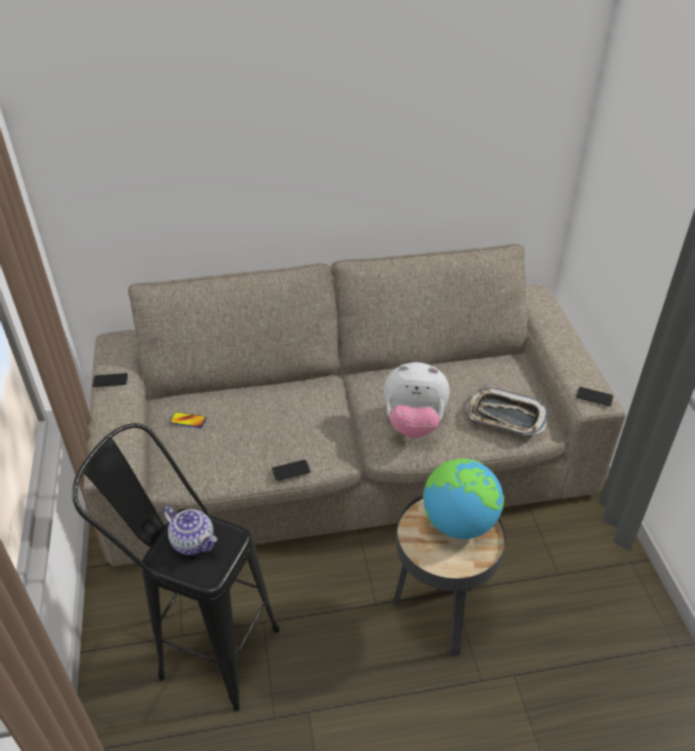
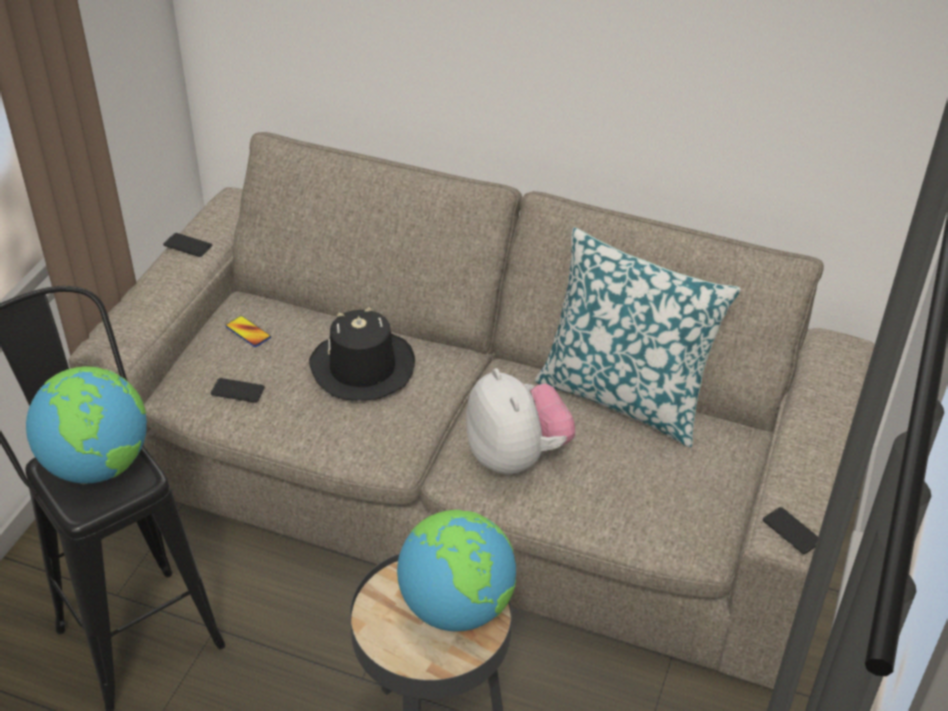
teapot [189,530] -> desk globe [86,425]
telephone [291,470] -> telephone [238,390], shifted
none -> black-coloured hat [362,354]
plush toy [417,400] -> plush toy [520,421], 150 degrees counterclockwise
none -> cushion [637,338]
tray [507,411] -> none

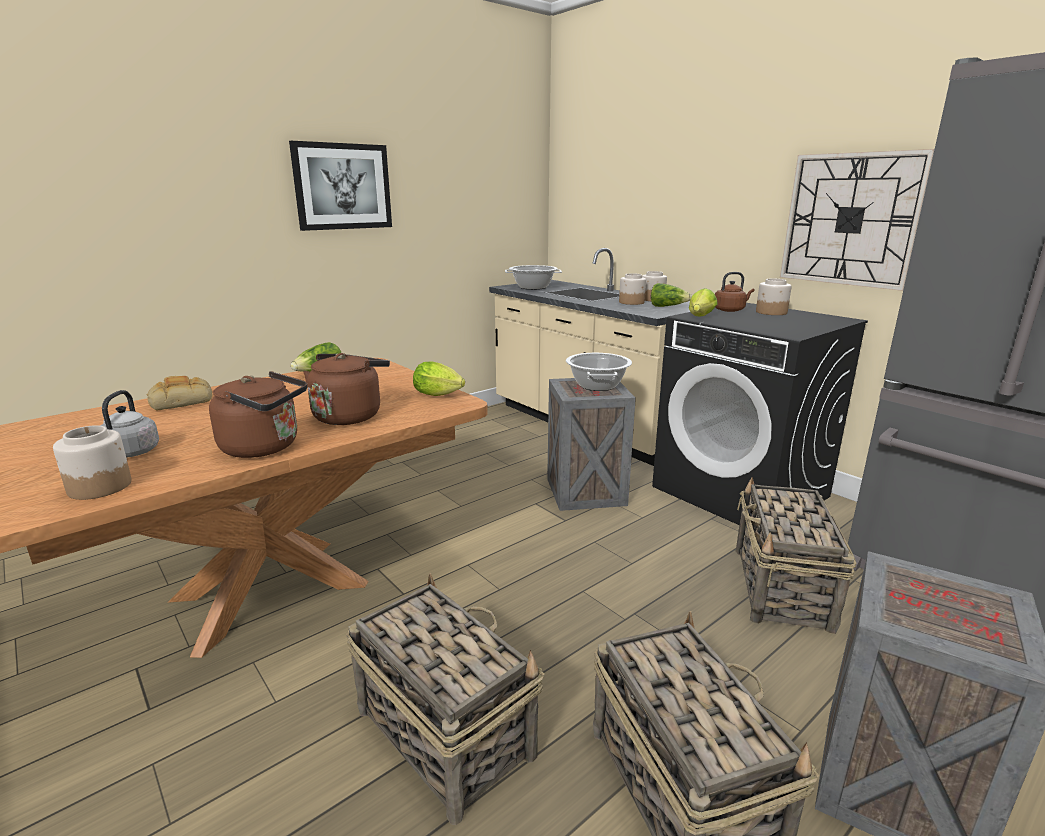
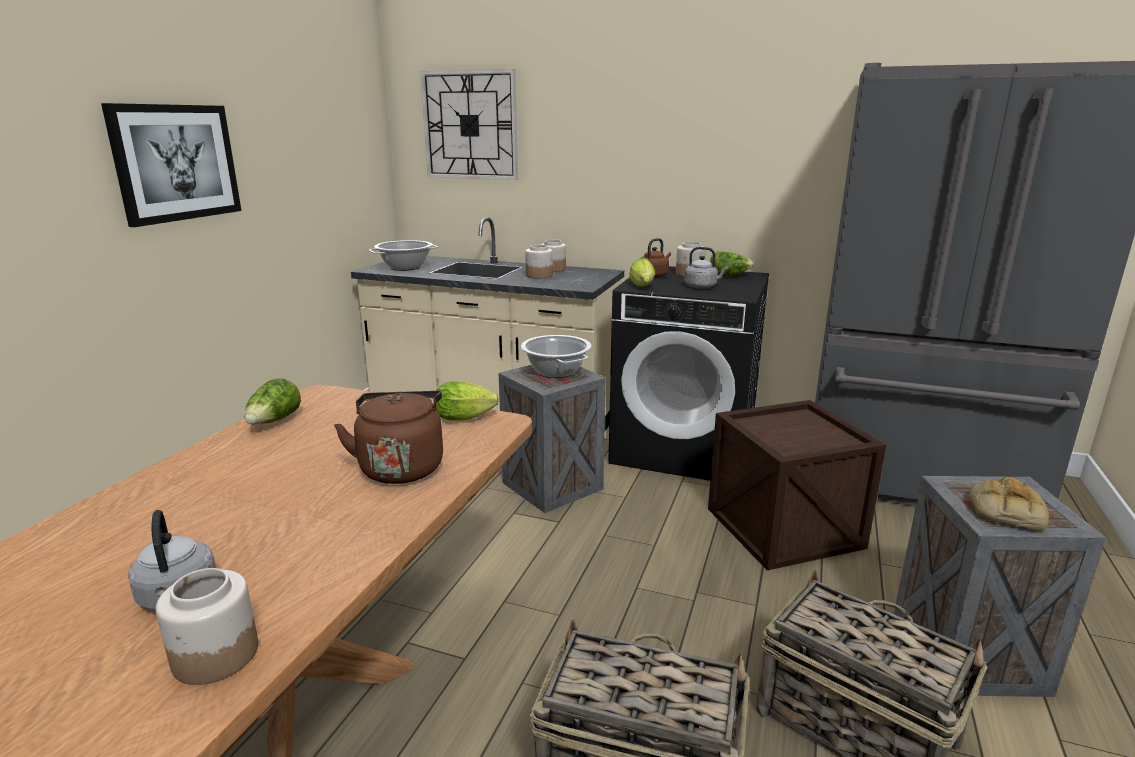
clock on the wall [857,220] -> clock on the wall [469,124], shifted
none -> greyish water kettle [706,268]
storage basket [796,555] -> packing crate [797,485]
lettuce head [671,295] -> lettuce head [732,264], shifted
bakery bread [179,393] -> bakery bread [1009,504], shifted
brown-coloured water kettle [258,414] -> none

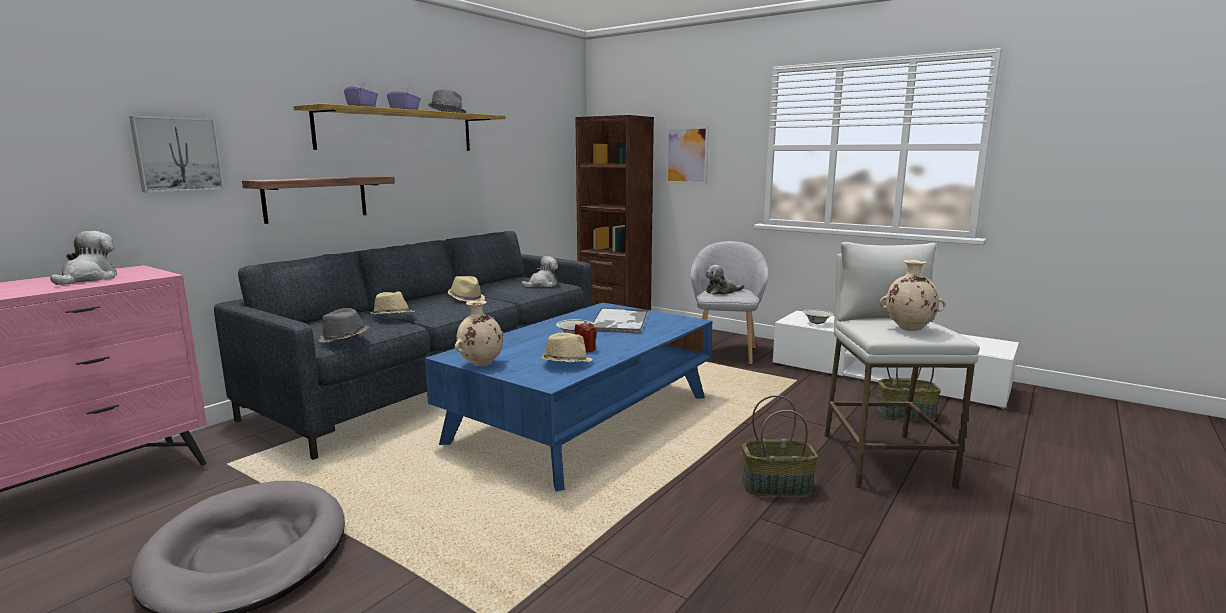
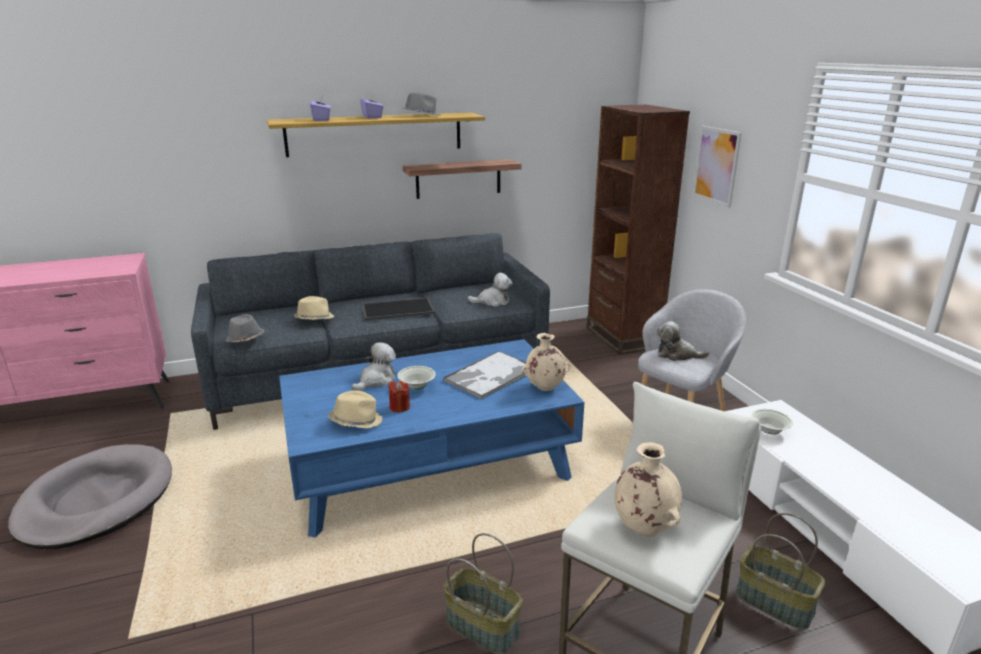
plush toy [84,258] -> plush toy [374,366], shifted
sand-coloured hat [466,289] -> tray [398,308]
shelf [318,200] -> shelf [462,179], shifted
sand-coloured vase [479,333] -> sand-coloured vase [545,362], shifted
wall picture [176,154] -> none

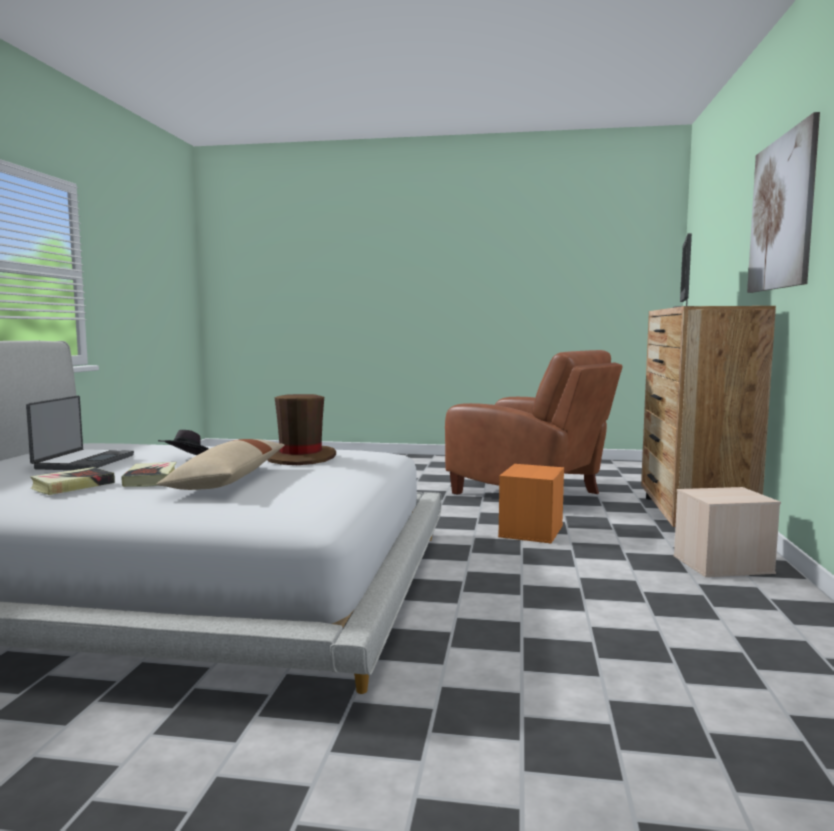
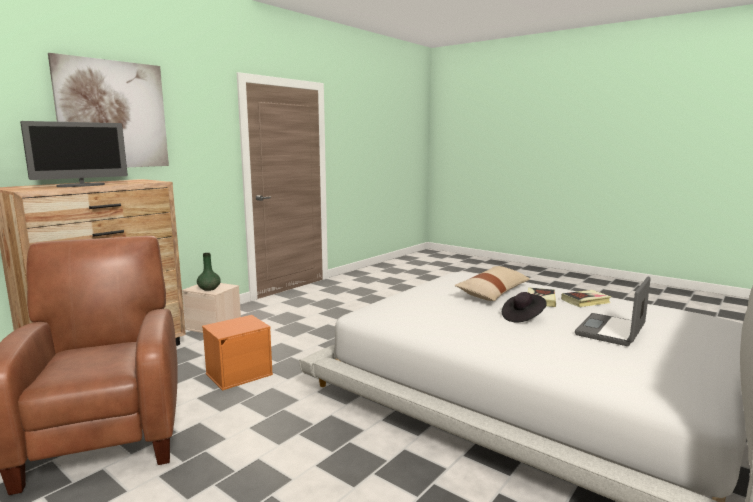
none -> green-coloured vase [209,272]
brown-coloured hat [301,429] -> none

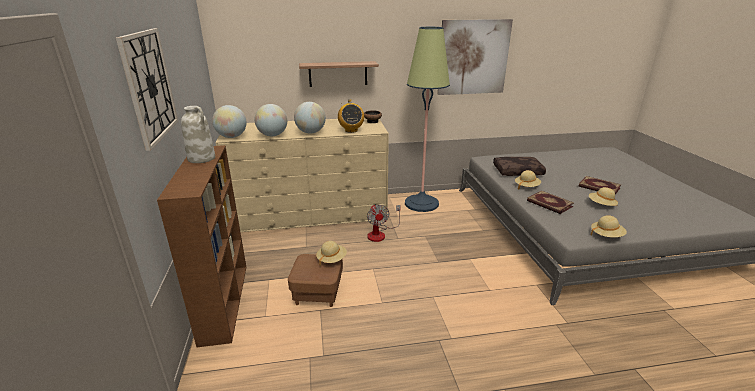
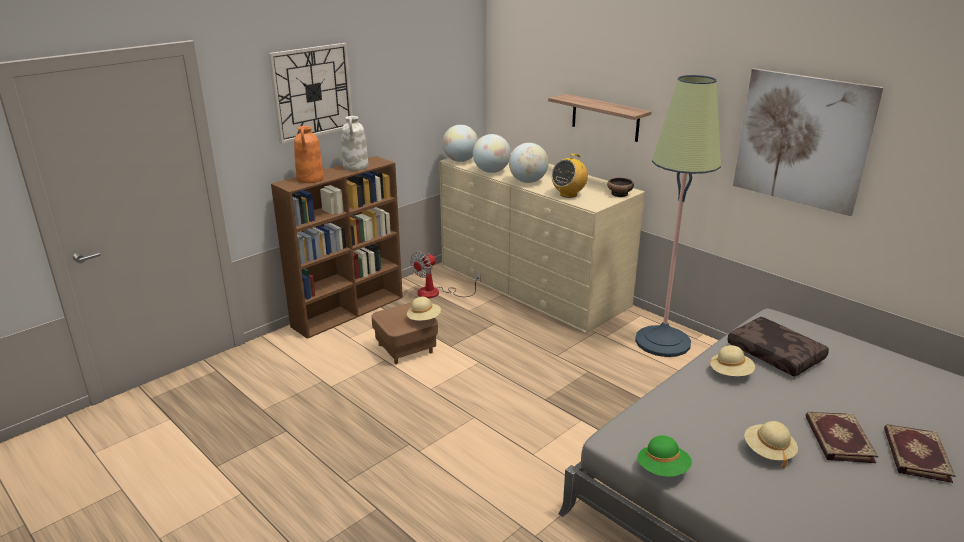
none -> orange vase [309,154]
fan [383,223] -> fan [445,275], shifted
sand-coloured hat [609,226] -> green-coloured hat [664,456]
volume [550,202] -> volume [919,453], shifted

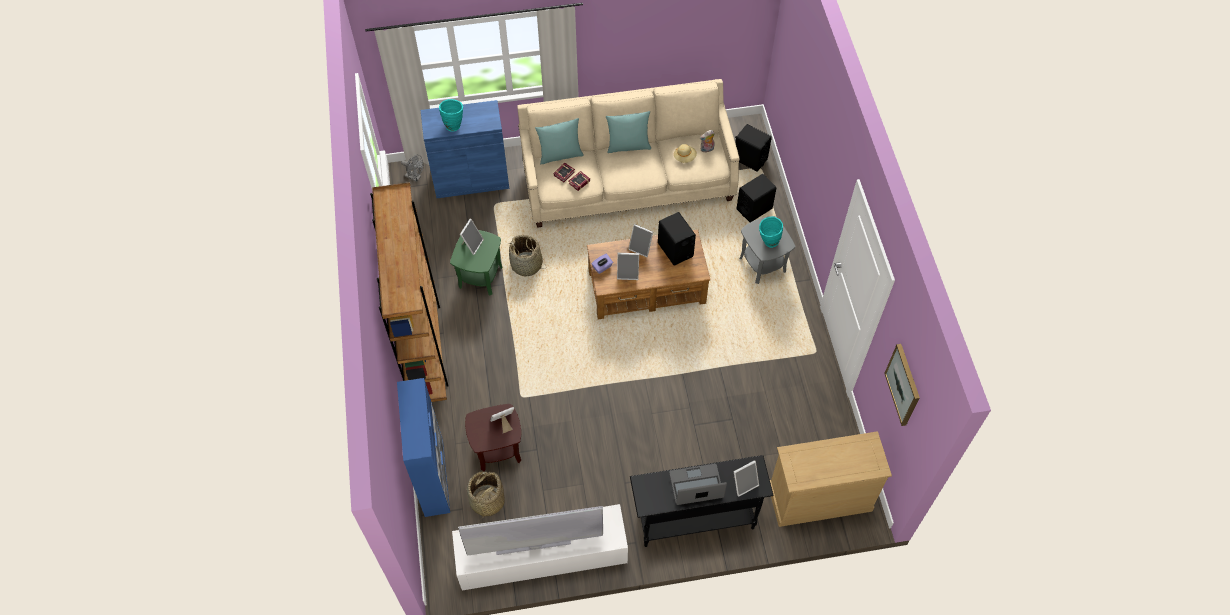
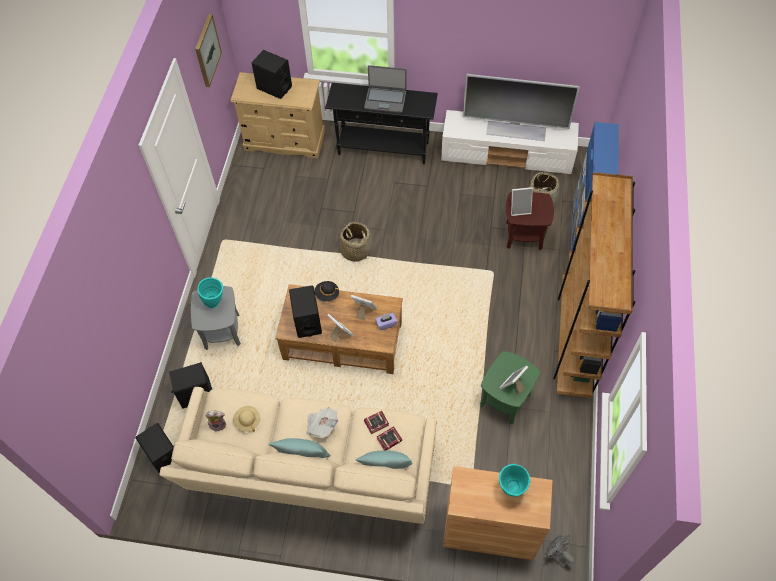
none -> black-coloured audio speaker [272,74]
none -> daily paper [322,422]
none -> black-coloured hat [327,291]
storage basket [527,255] -> storage basket [355,242], shifted
bluish cabinet [465,149] -> brown-coloured cabinet [498,513]
picture frame [746,478] -> none

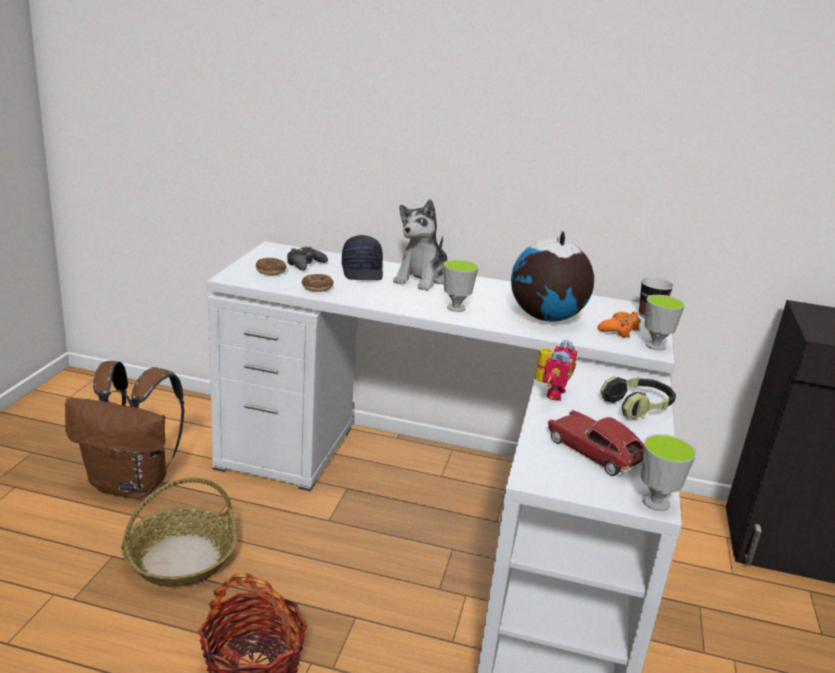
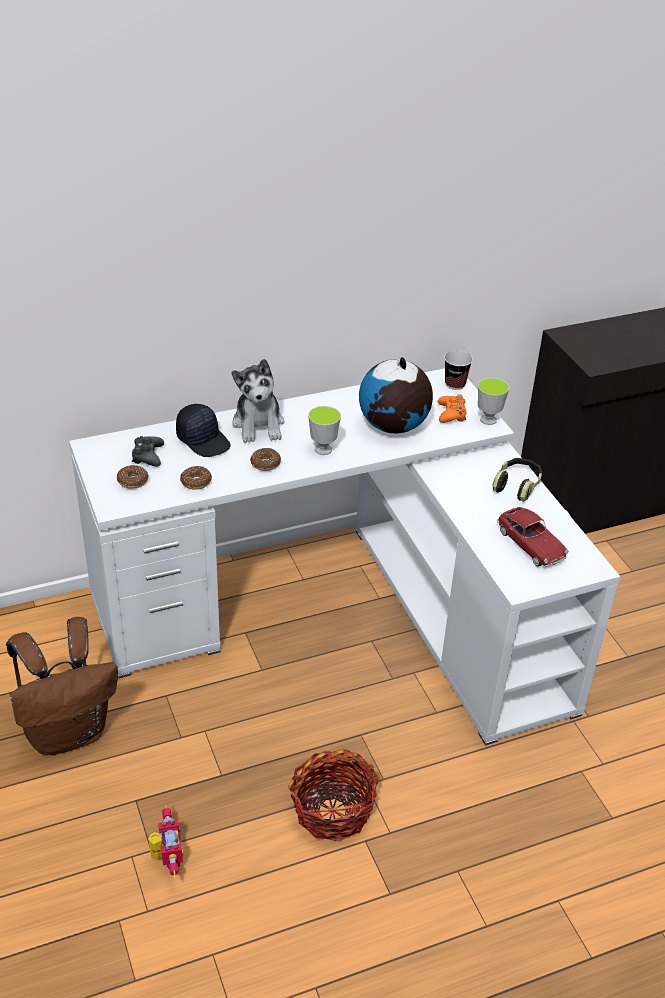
toy robot [556,370] -> toy robot [165,842], shifted
none -> donut [265,459]
model car [595,443] -> model car [533,537], 135 degrees counterclockwise
storage basket [179,532] -> none
cup [668,472] -> none

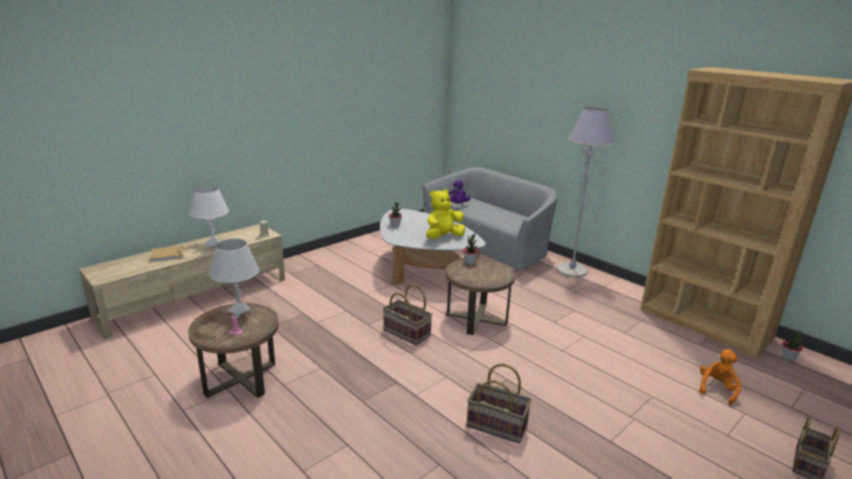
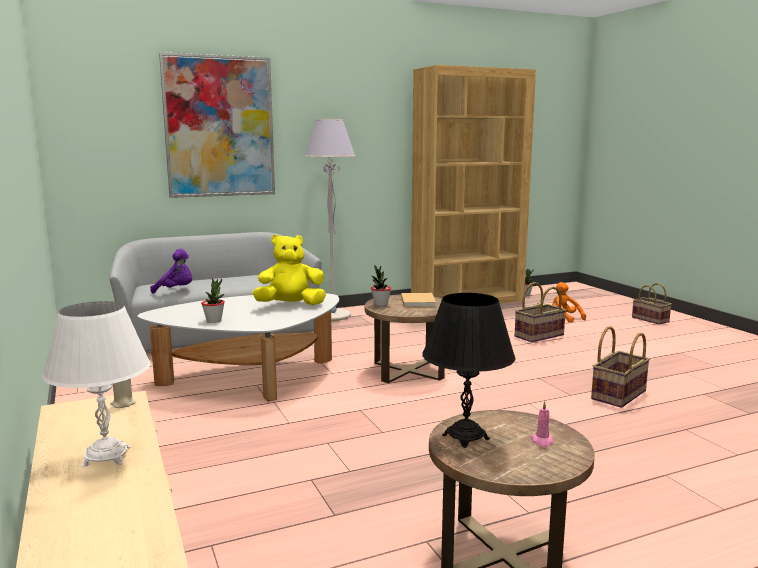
none -> wall picture [217,125]
yellowish plush toy [445,214] -> yellowish plush toy [289,269], 90 degrees clockwise
sand-coloured volume [167,254] -> sand-coloured volume [418,300], shifted
white-coloured table lamp [234,278] -> black-coloured table lamp [469,370]
storage basket [407,315] -> storage basket [540,312], shifted

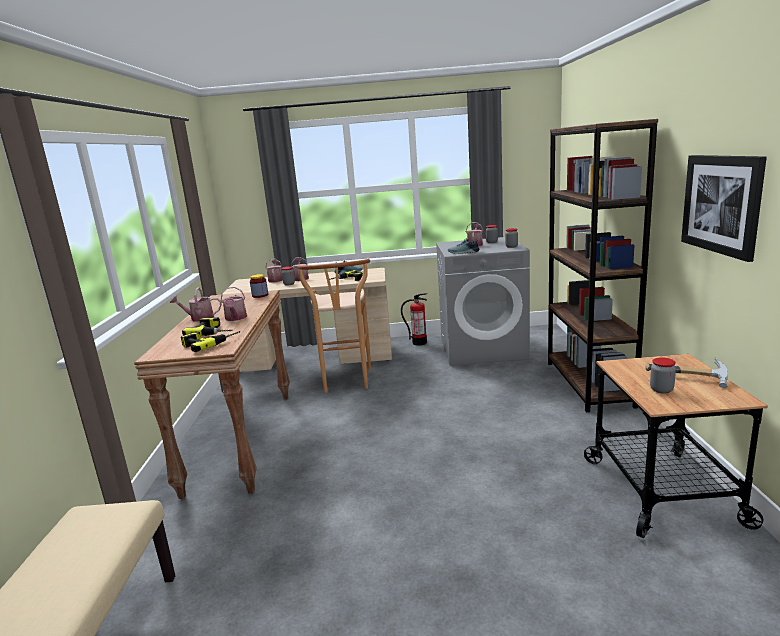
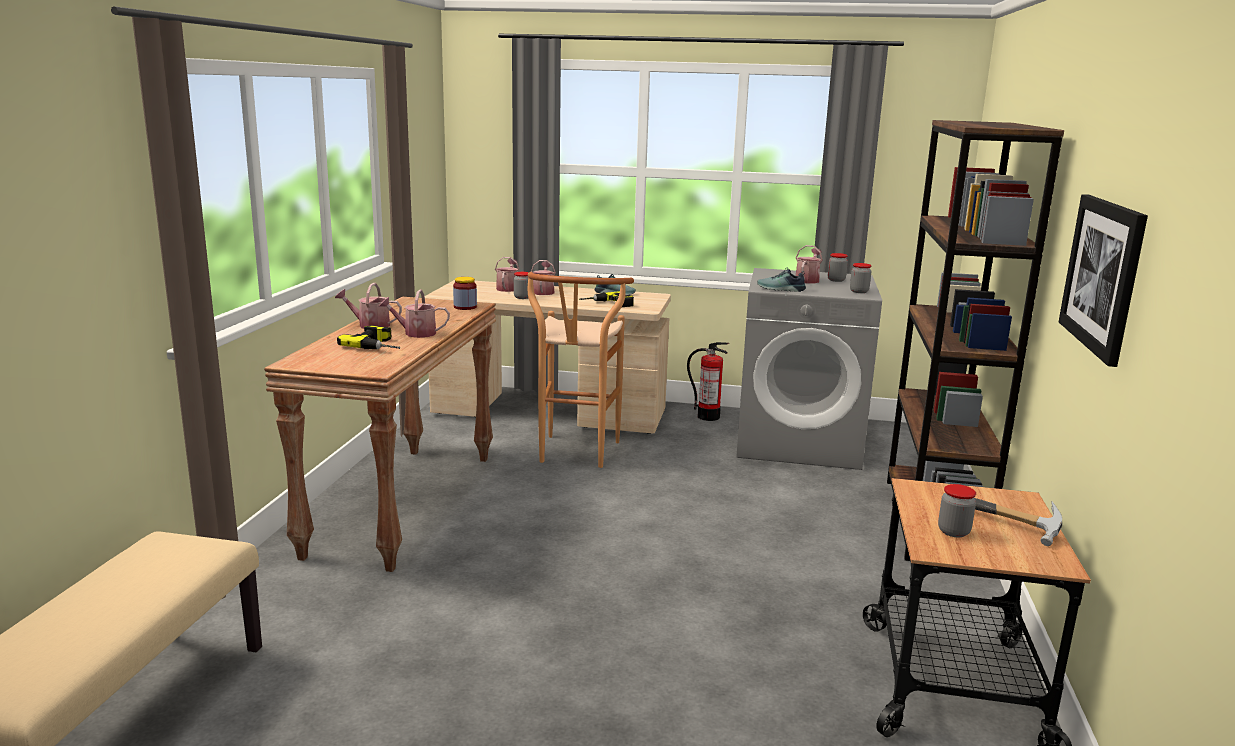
watering can [234,304] -> watering can [414,313], 90 degrees clockwise
power drill [210,341] -> none

